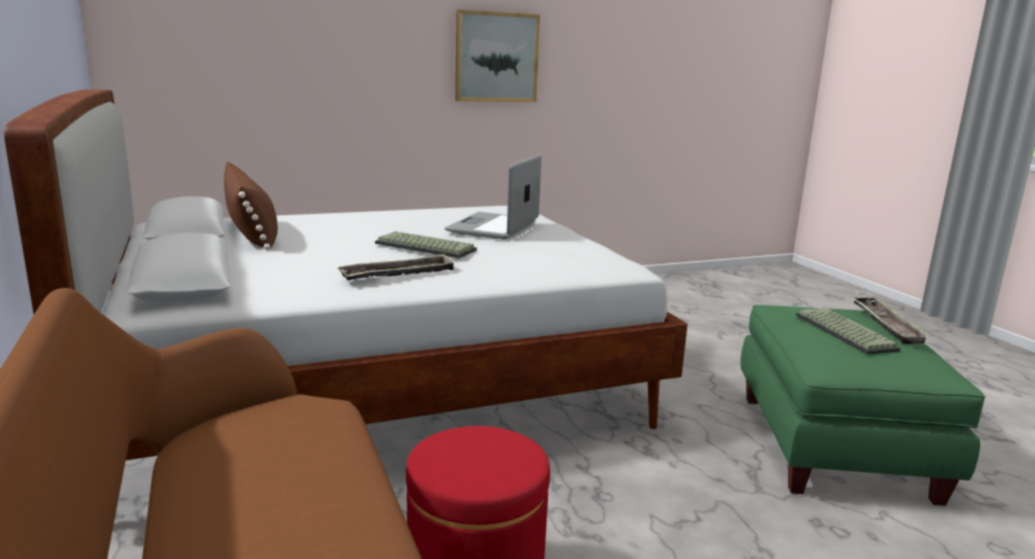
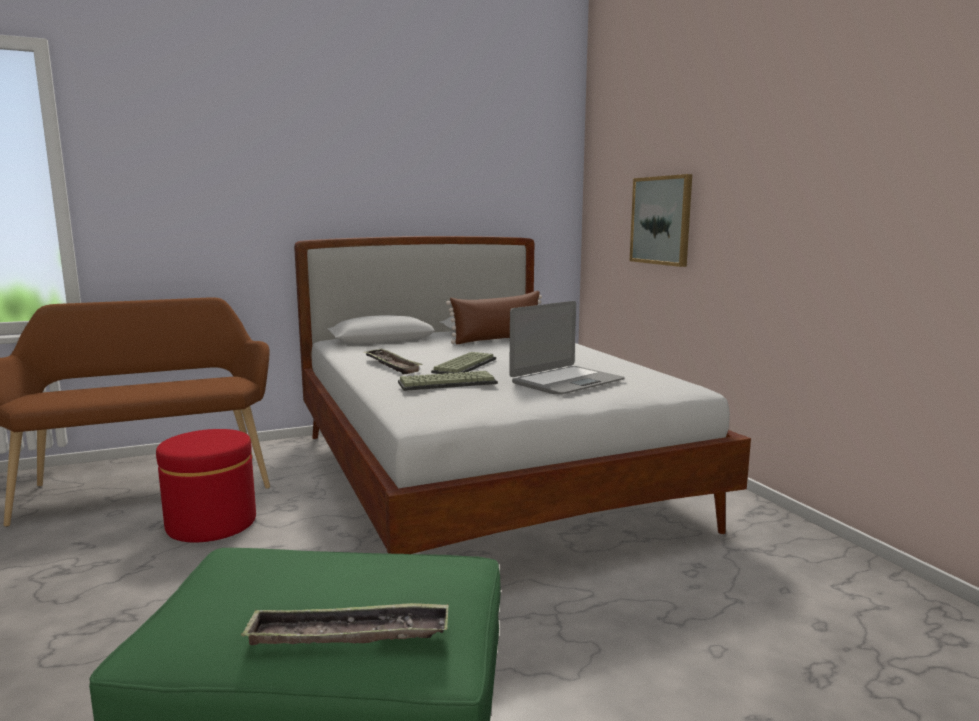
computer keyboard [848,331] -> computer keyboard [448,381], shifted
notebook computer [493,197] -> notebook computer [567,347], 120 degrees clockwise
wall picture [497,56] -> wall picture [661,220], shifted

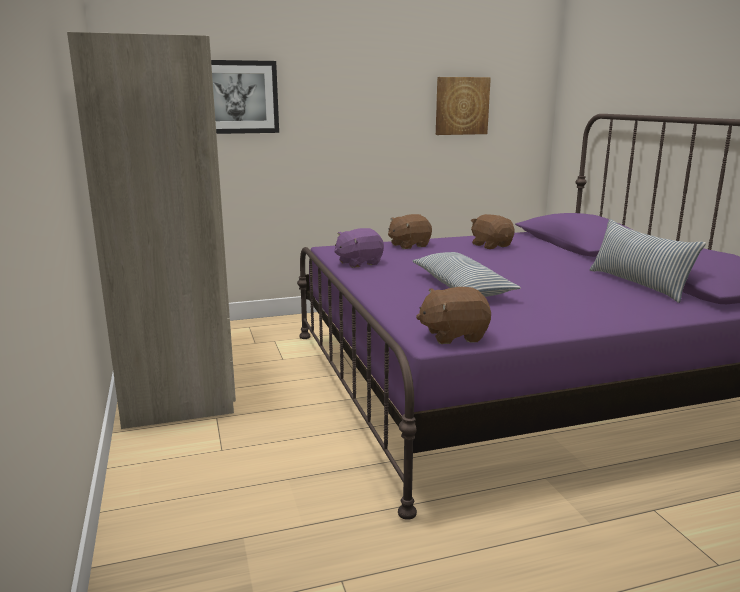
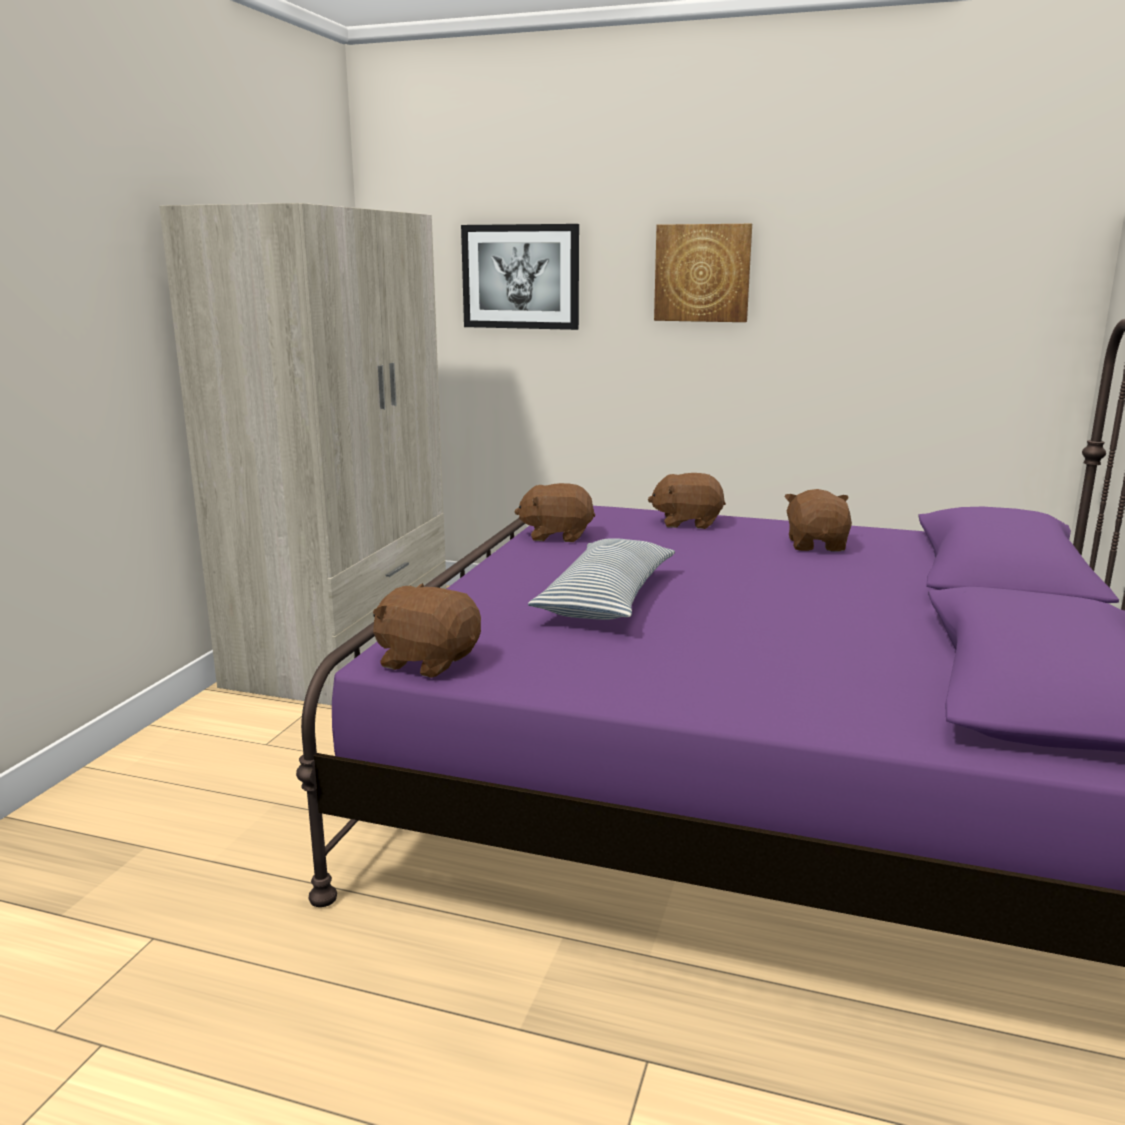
purple-coloured plush toy [359,248] -> brown-coloured plush toy [555,512]
wall picture [463,106] -> wall picture [703,273], shifted
cushion [648,261] -> none

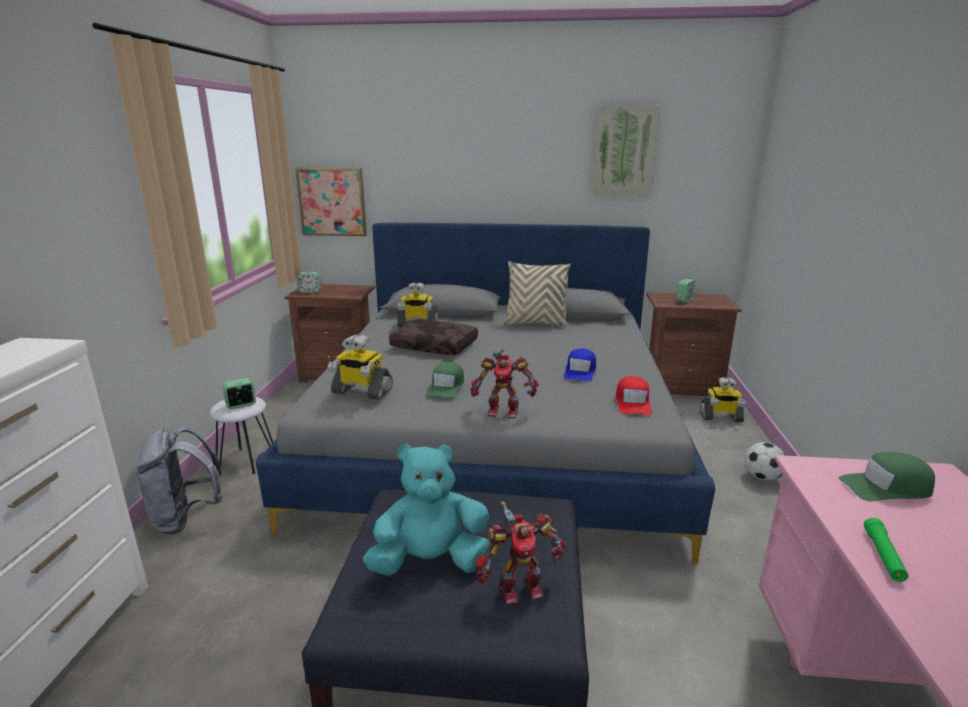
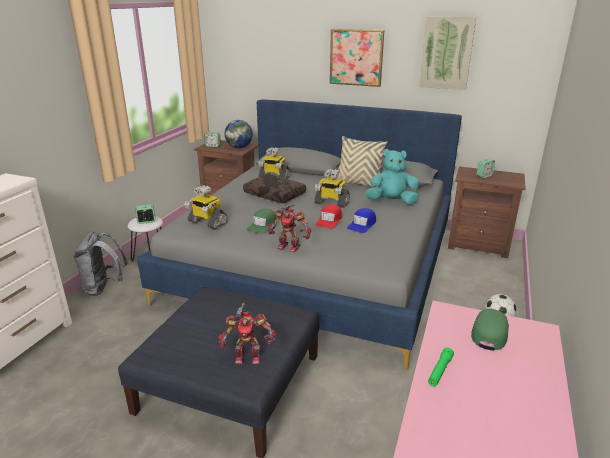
none -> desk globe [239,134]
toy robot [723,399] -> toy robot [332,188], shifted
red peaked cap [634,395] -> red peaked cap [329,216], shifted
wall picture [331,202] -> wall picture [357,58], shifted
blue-green plush toy [426,510] -> blue-green plush toy [392,177], shifted
green-coloured peaked cap [887,476] -> green-coloured peaked cap [490,329], 105 degrees clockwise

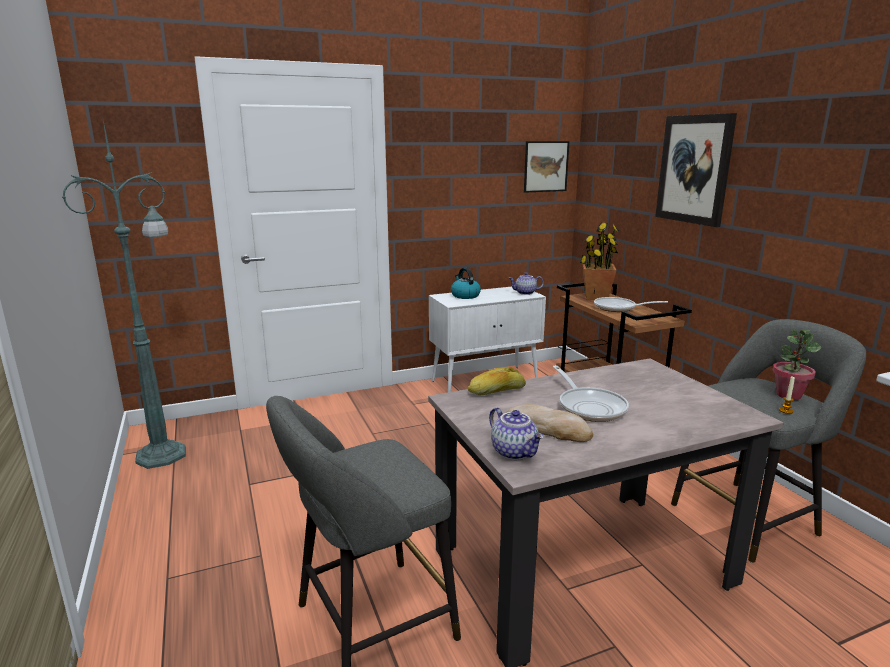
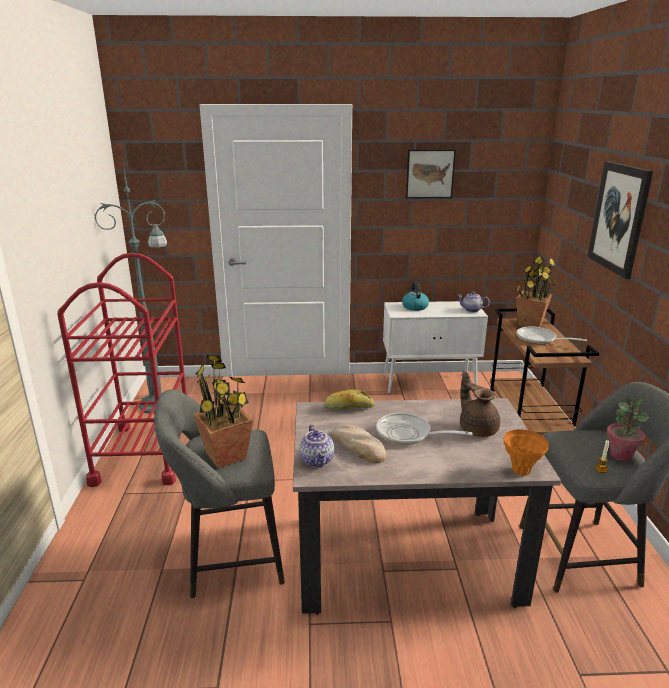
none -> red trolley [122,370]
none -> houseplant [223,411]
skillet [591,393] -> skillet [424,429], 105 degrees clockwise
wall picture [547,167] -> wall picture [431,173], shifted
none -> brown-coloured teapot [480,404]
none -> orange vase [526,452]

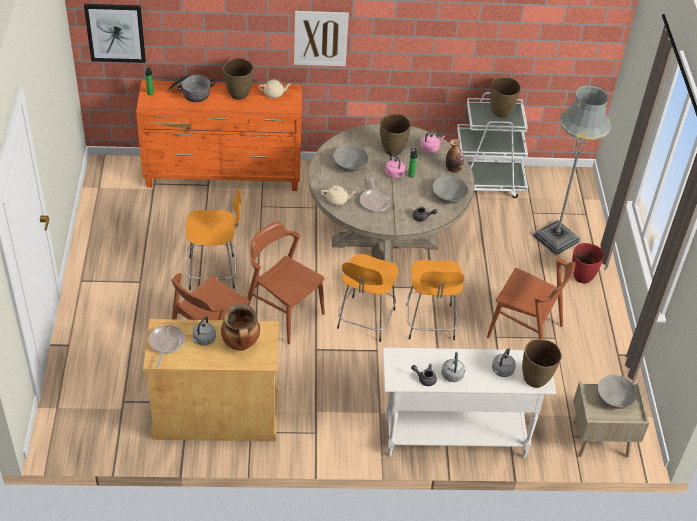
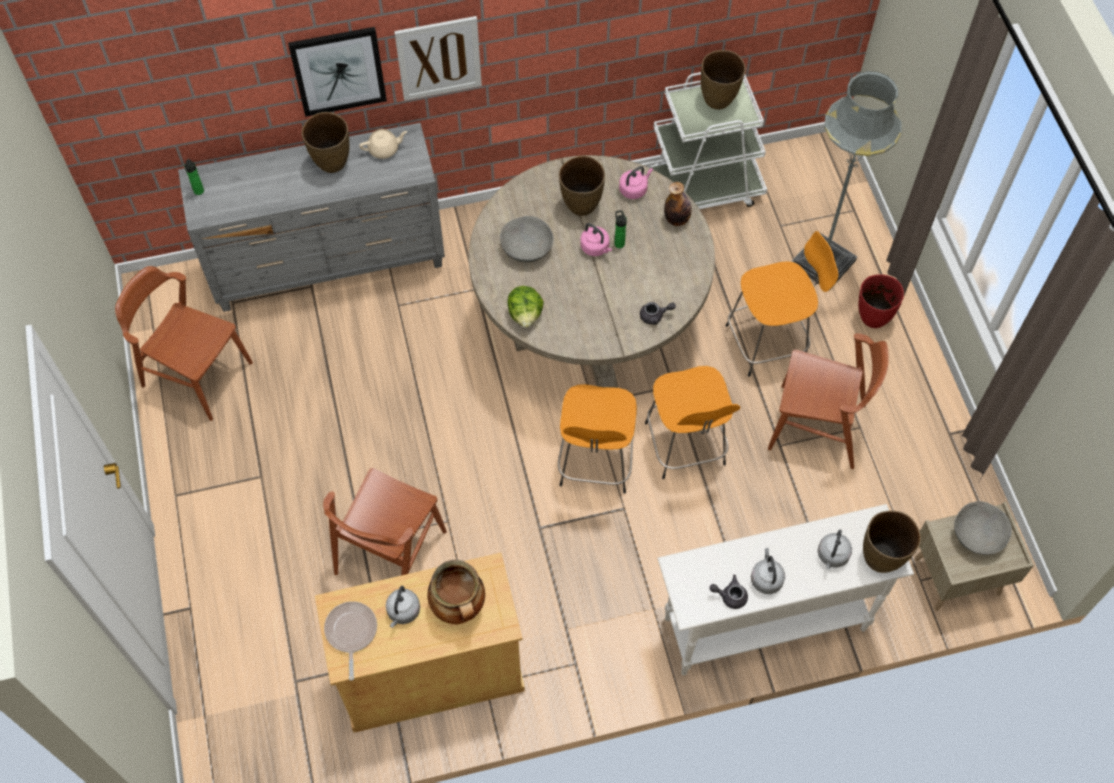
brown-coloured upright chair [286,282] -> brown-coloured upright chair [184,343], shifted
orange drawer chest [219,135] -> greyish drawer chest [311,217]
wall picture [115,33] -> wall picture [337,72], shifted
sand-coloured teapot [338,195] -> lettuce head [525,307]
orange stool seat [213,238] -> orange stool seat [782,304], shifted
saucepot [191,88] -> none
skillet [375,194] -> none
greyish bowl [450,190] -> none

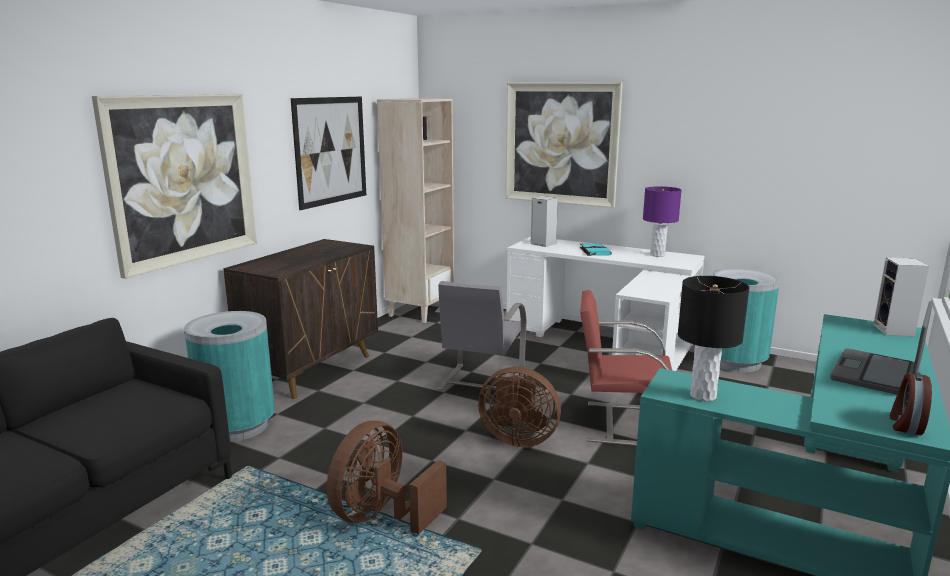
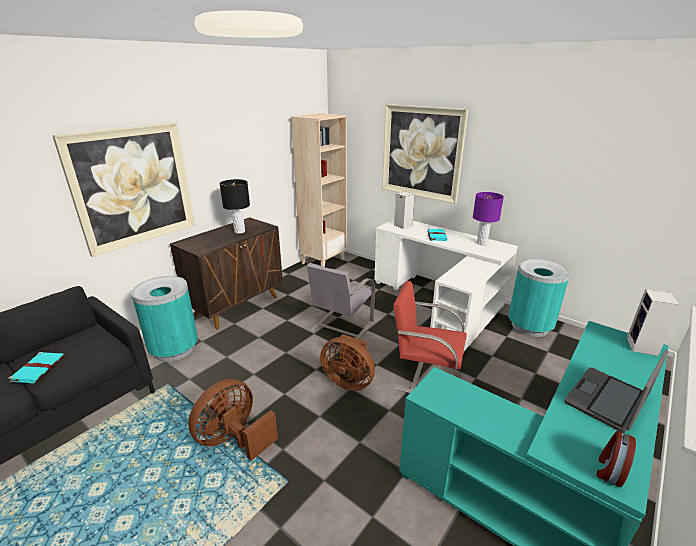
none -> blue-green volume [36,368]
black-coloured table lamp [713,338] -> black-coloured table lamp [235,206], shifted
wall picture [328,153] -> none

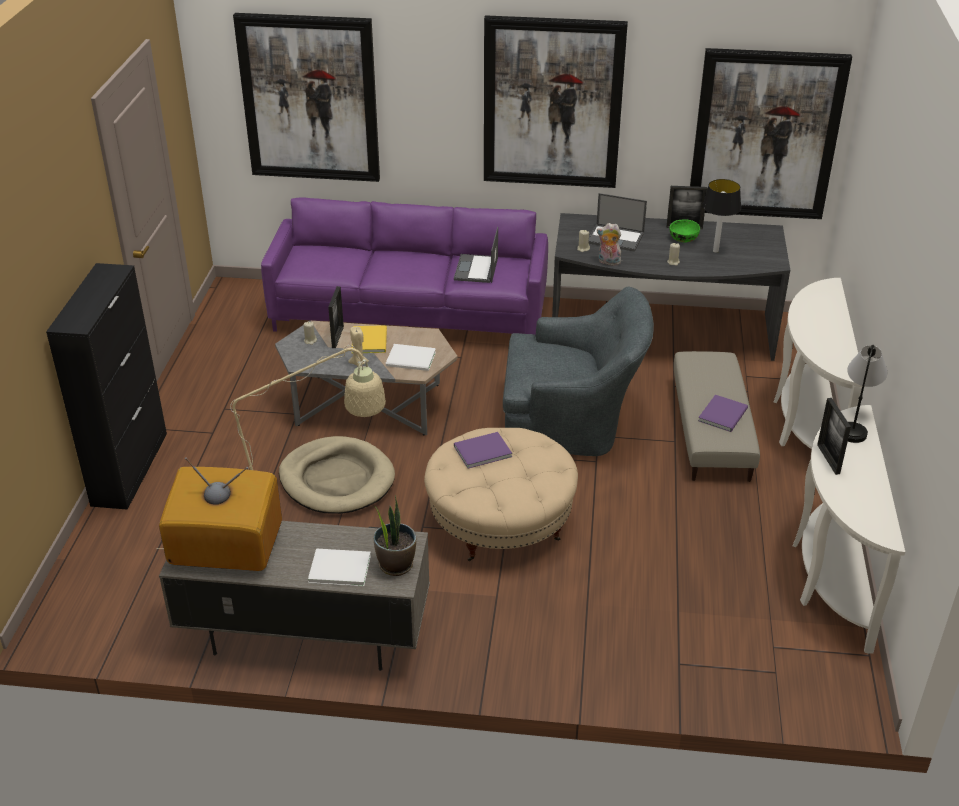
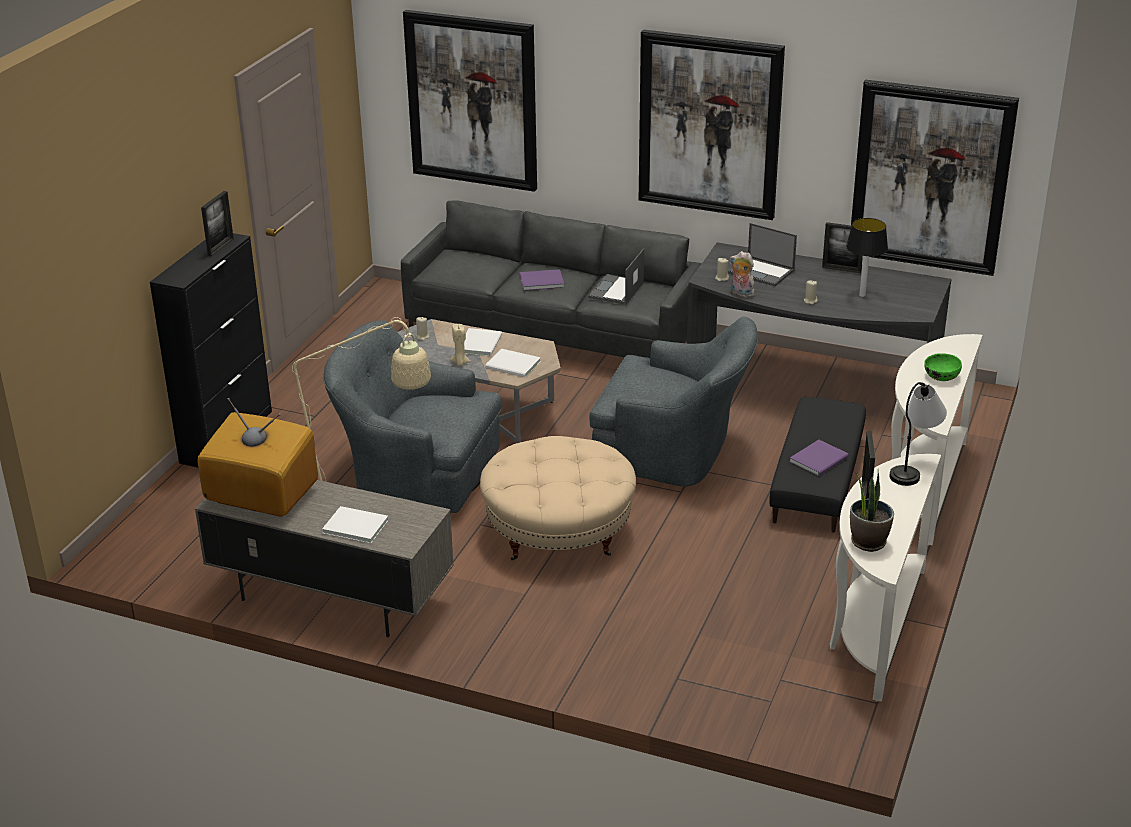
picture frame [336,317] -> picture frame [217,223], shifted
sand-coloured dog cushion [337,475] -> greyish lounge chair [412,416]
purple-coloured sofa [404,266] -> greyish sofa [551,279]
yellowish volume [369,339] -> white-coloured volume [483,342]
purple-coloured volume [483,450] -> purple-coloured volume [542,279], shifted
sand-coloured pouffe [717,416] -> black-coloured pouffe [817,464]
houseplant [394,535] -> houseplant [872,510], shifted
green-coloured bowl [685,230] -> green-coloured bowl [943,367], shifted

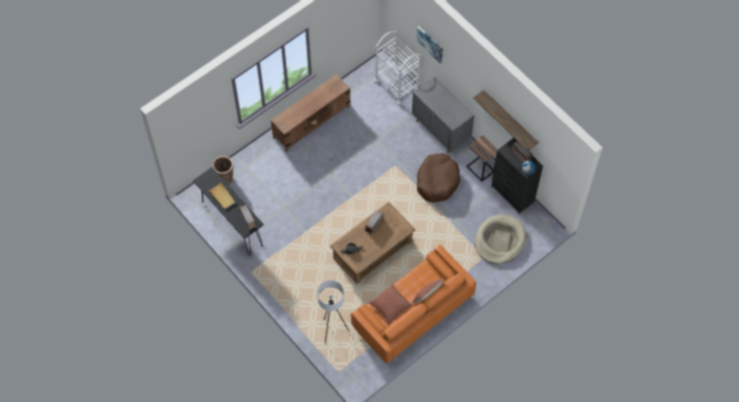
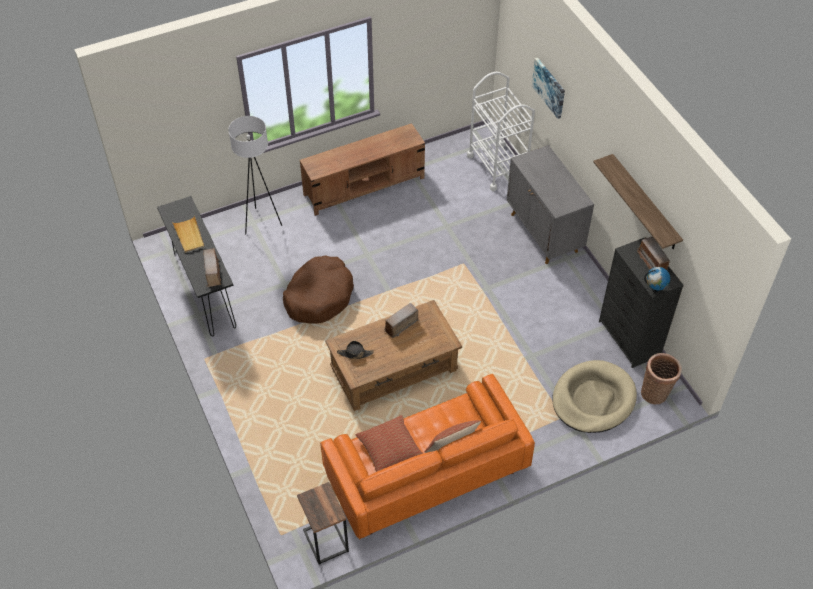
white-coloured standard lamp [333,312] -> white-coloured standard lamp [255,175], shifted
brown-coloured dog cushion [438,178] -> brown-coloured dog cushion [318,289], shifted
accent table [482,158] -> accent table [323,523], shifted
storage basket [223,170] -> storage basket [661,379], shifted

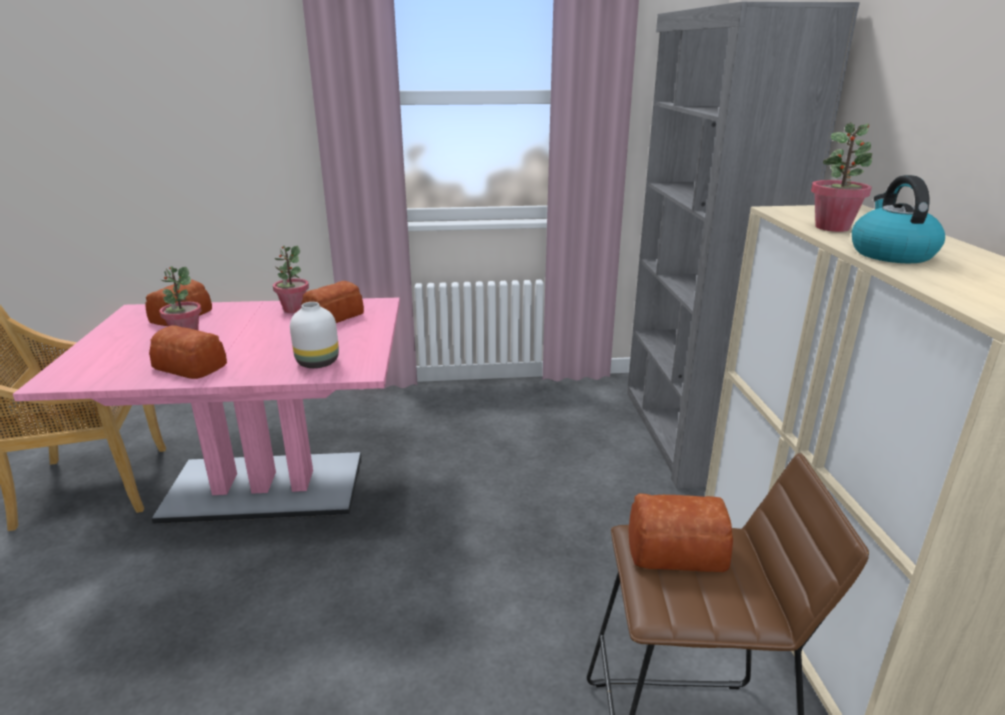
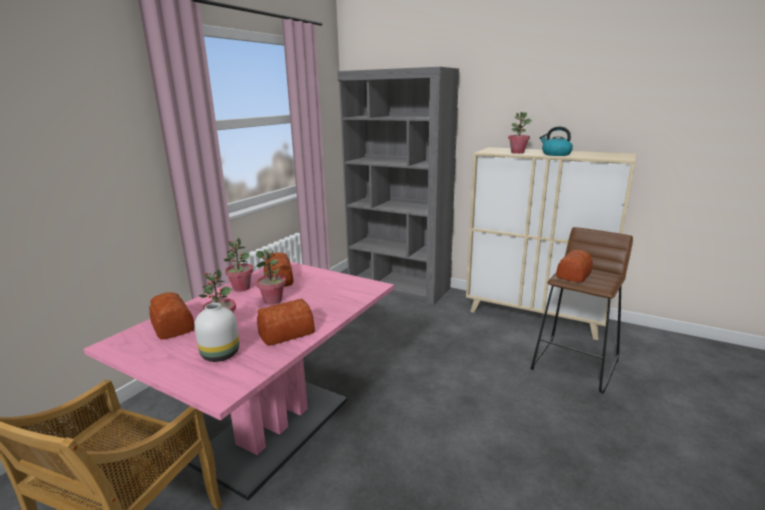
white-coloured vase [314,335] -> white-coloured vase [216,332], shifted
none -> houseplant [271,277]

